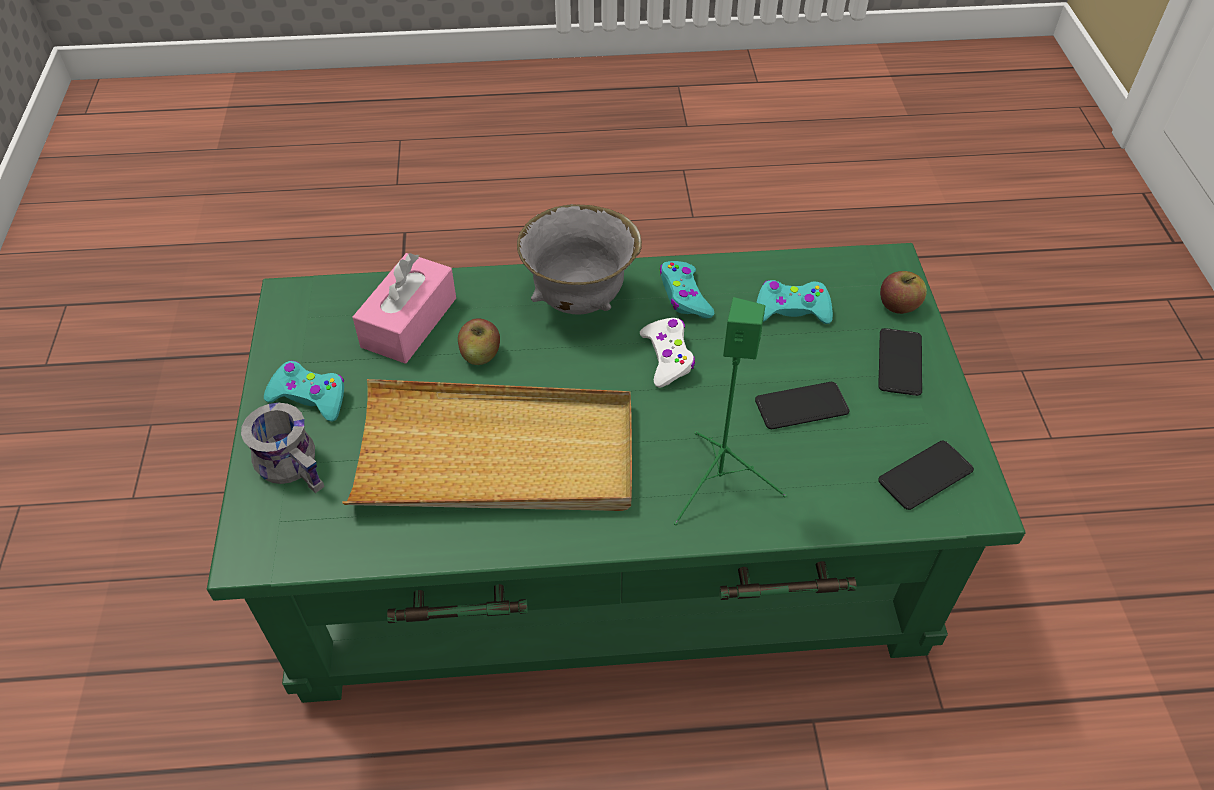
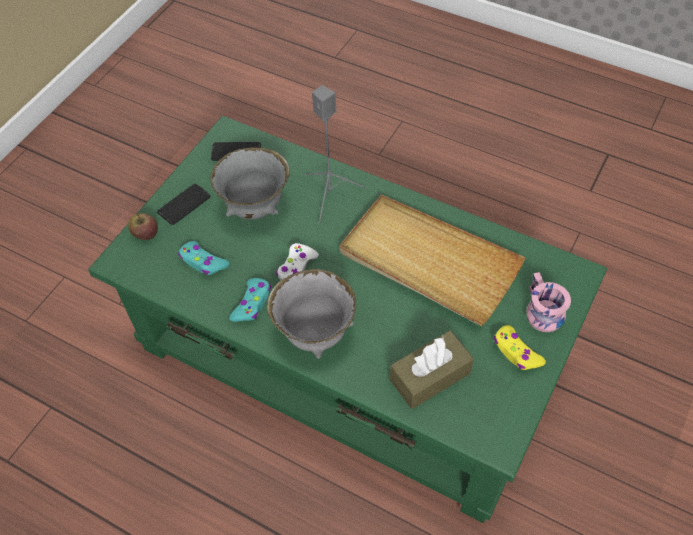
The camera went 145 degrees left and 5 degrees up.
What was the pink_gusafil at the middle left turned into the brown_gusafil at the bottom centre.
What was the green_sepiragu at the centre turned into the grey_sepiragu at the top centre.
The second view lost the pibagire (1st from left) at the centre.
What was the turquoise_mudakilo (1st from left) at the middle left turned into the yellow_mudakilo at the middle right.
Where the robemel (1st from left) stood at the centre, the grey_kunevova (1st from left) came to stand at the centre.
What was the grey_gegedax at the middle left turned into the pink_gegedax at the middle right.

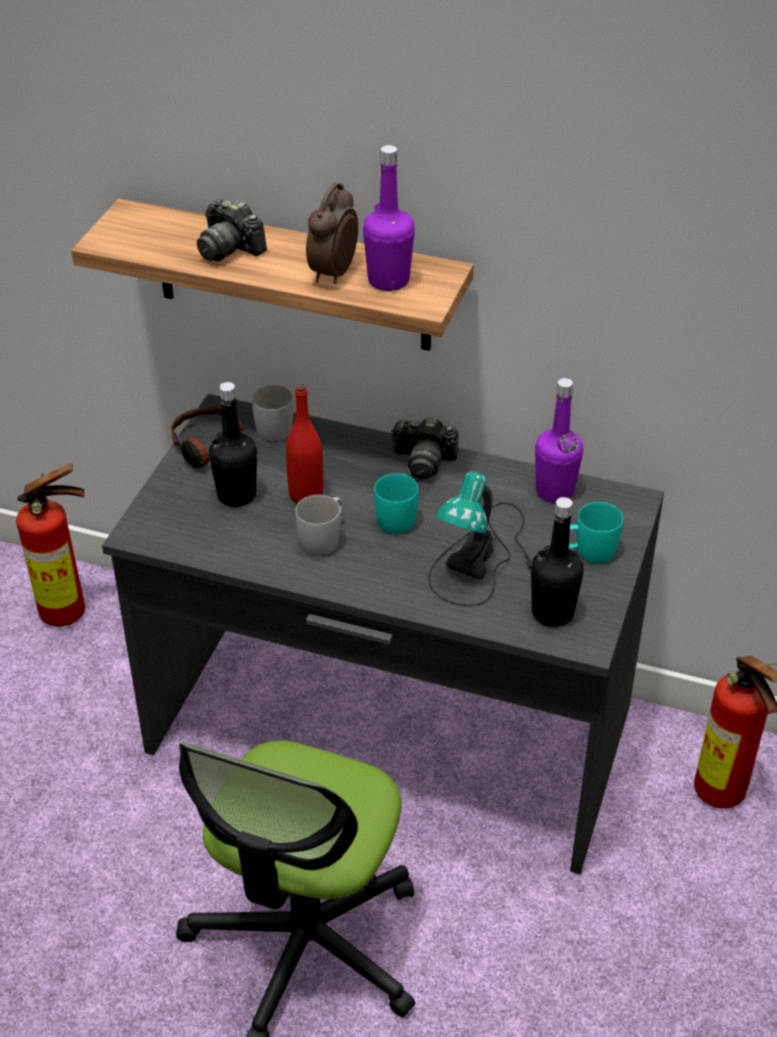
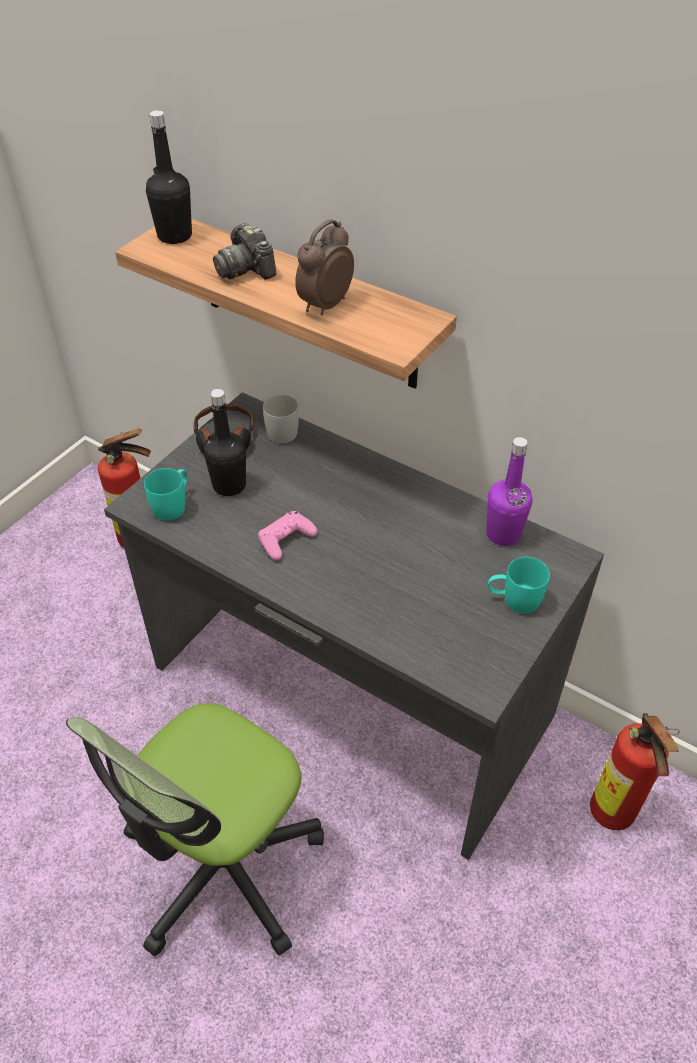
The camera went 15 degrees right and 5 degrees up.
The second view lost the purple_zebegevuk (1st from left) at the top centre.
The second view lost the red_zebegevuk at the centre.
The second view lost the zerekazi (2nd from left) at the centre.
The second view lost the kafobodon at the centre.
The turquoise_gegedax (1st from left) ended up elsewhere, having gone from the centre to the middle left.
Where the white_gegedax (2nd from left) stood at the centre, the pink_mudakilo came to stand at the centre.
The black_zebegevuk (2nd from left in the first image) ended up elsewhere, having gone from the middle right to the top left.

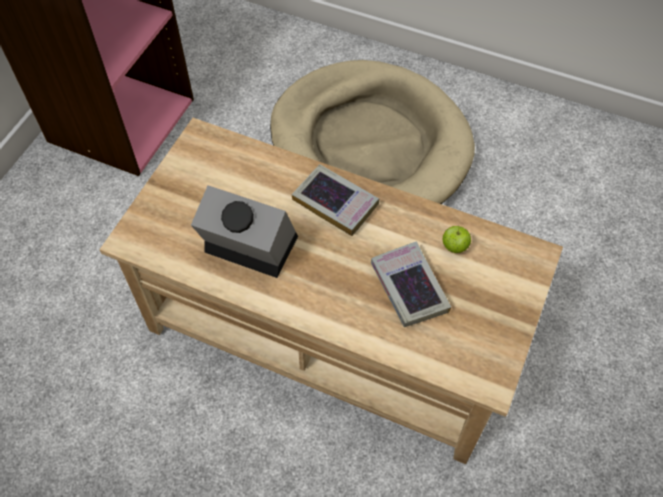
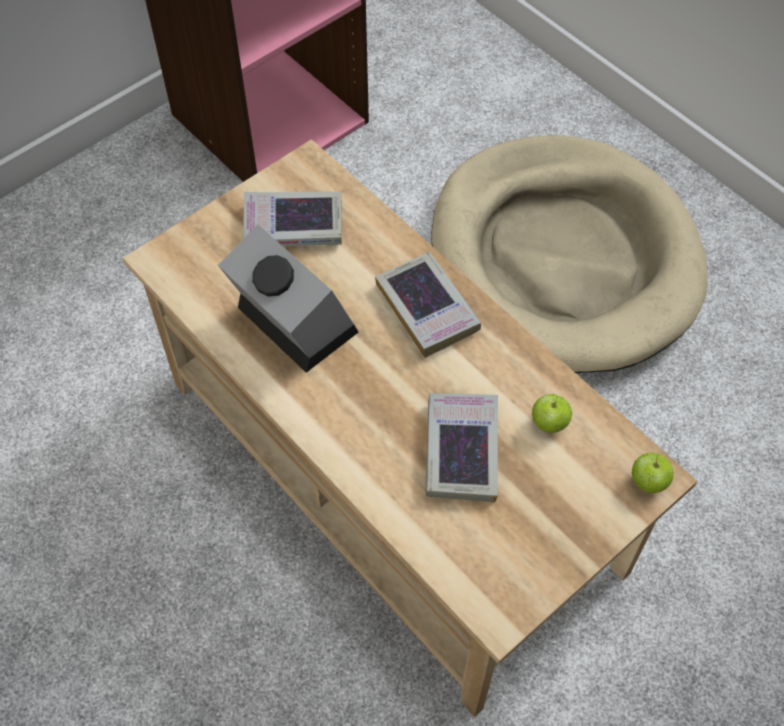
The camera went 25 degrees right and 0 degrees up.
The second view gained the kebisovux (1st from left) at the top centre.
The second view gained the pibagire (2nd from left) at the middle right.

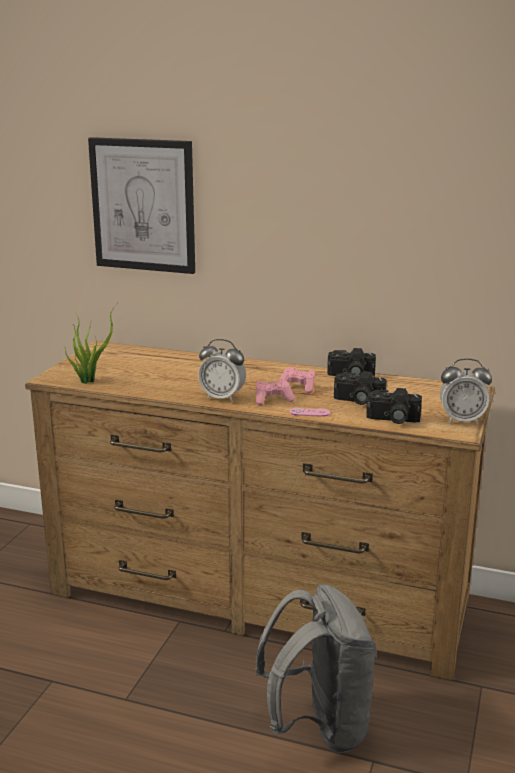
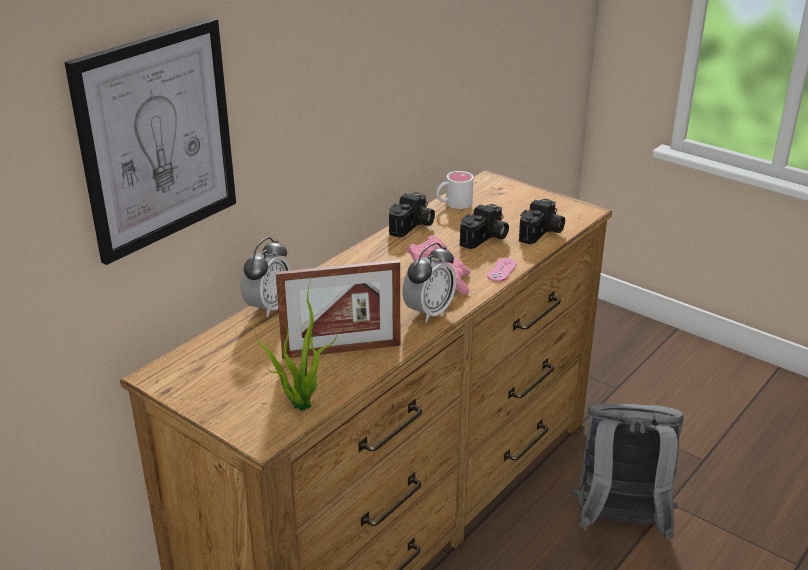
The camera went 70 degrees left and 10 degrees up.
The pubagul (2nd from left in the first image) ended up elsewhere, having gone from the middle right to the middle left.
The second view gained the white_gegedax at the centre.
The second view gained the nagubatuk at the centre.

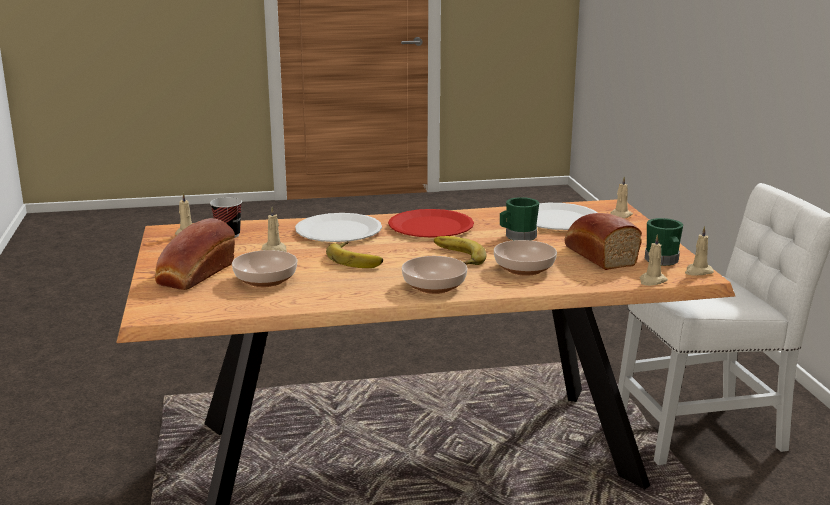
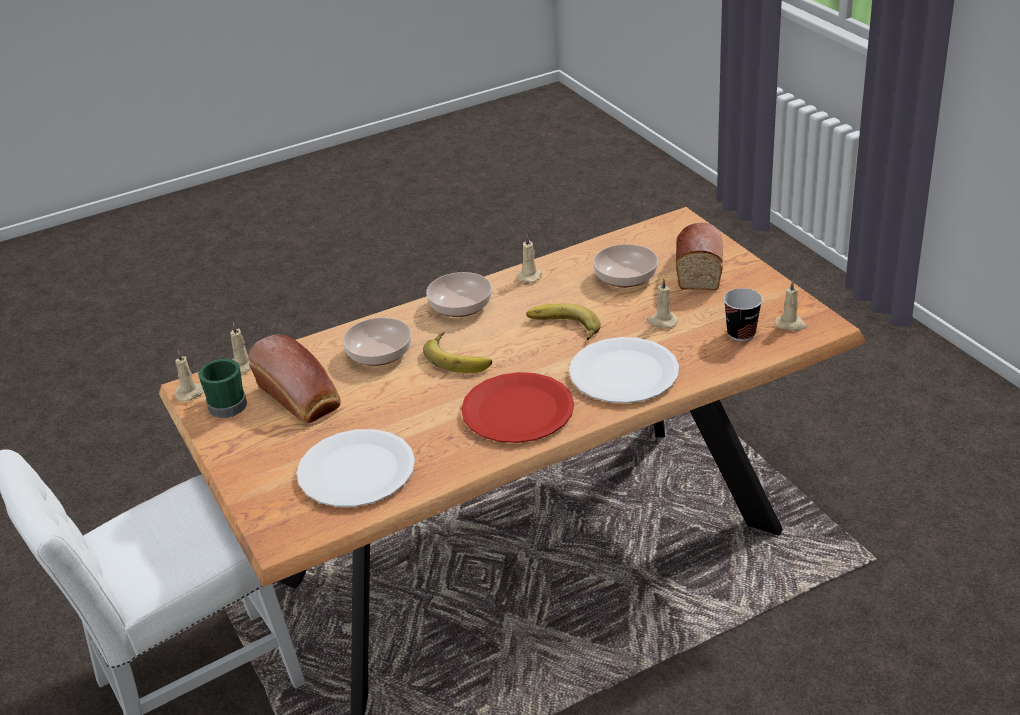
The camera went 165 degrees right and 15 degrees up.
The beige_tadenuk (3rd from left) ended up elsewhere, having gone from the middle right to the centre.
The second view lost the green_gegedax (1st from left) at the centre.

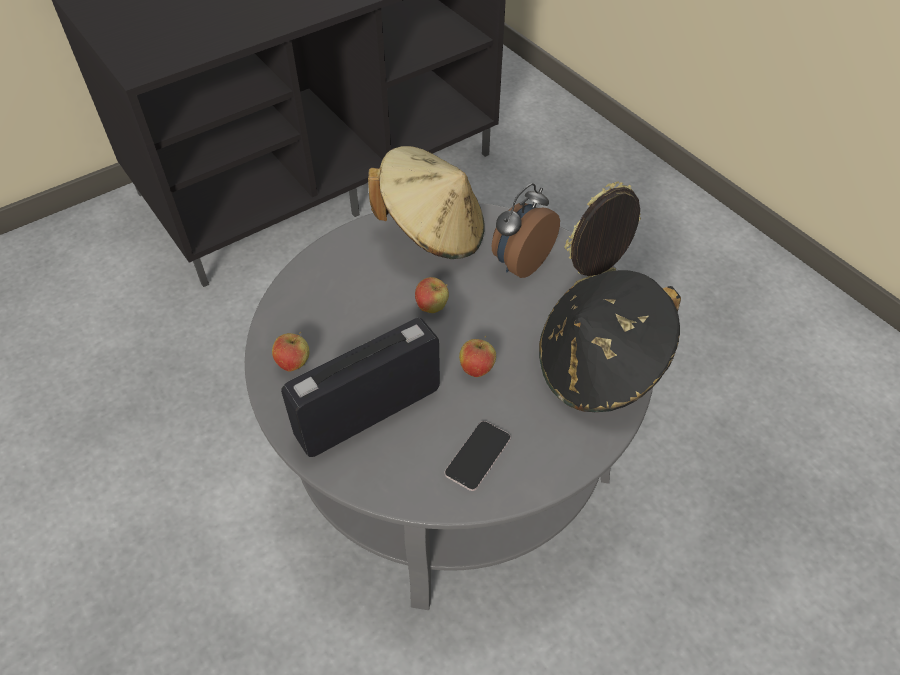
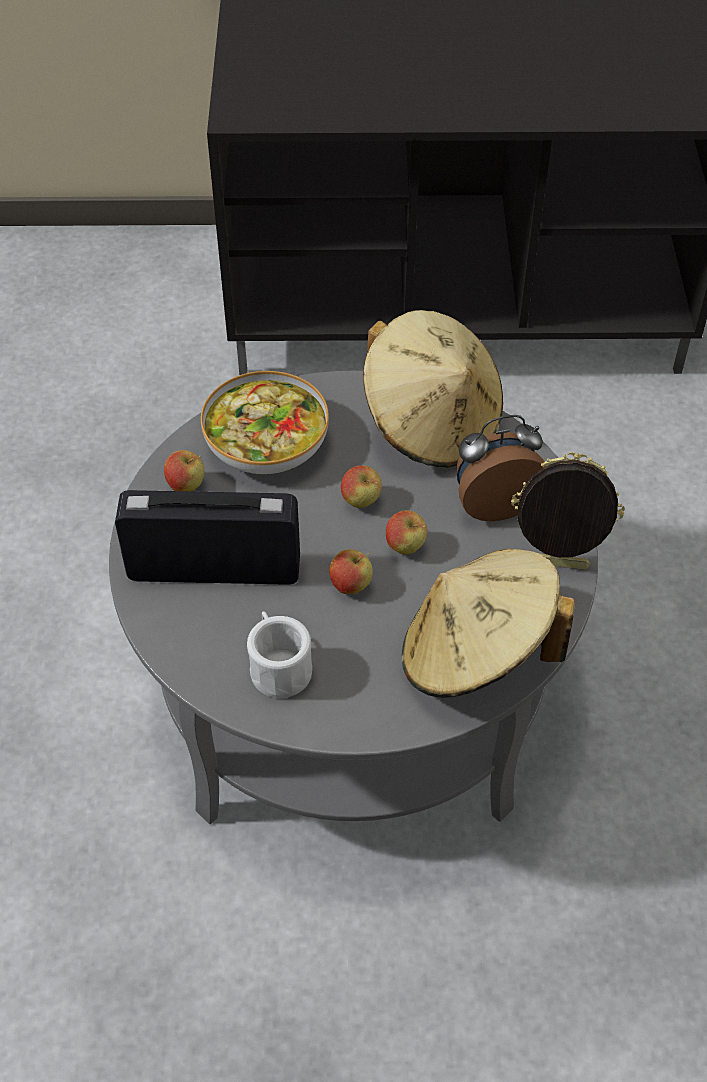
The camera went 35 degrees right and 0 degrees up.
What was the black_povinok at the middle right turned into the beige_povinok (2nd from left) at the middle right.
Where the robemel stood at the bottom centre, the white_gegedax came to stand at the centre.
The second view gained the kunevova at the centre.
The second view gained the pibagire (4th from left) at the centre.

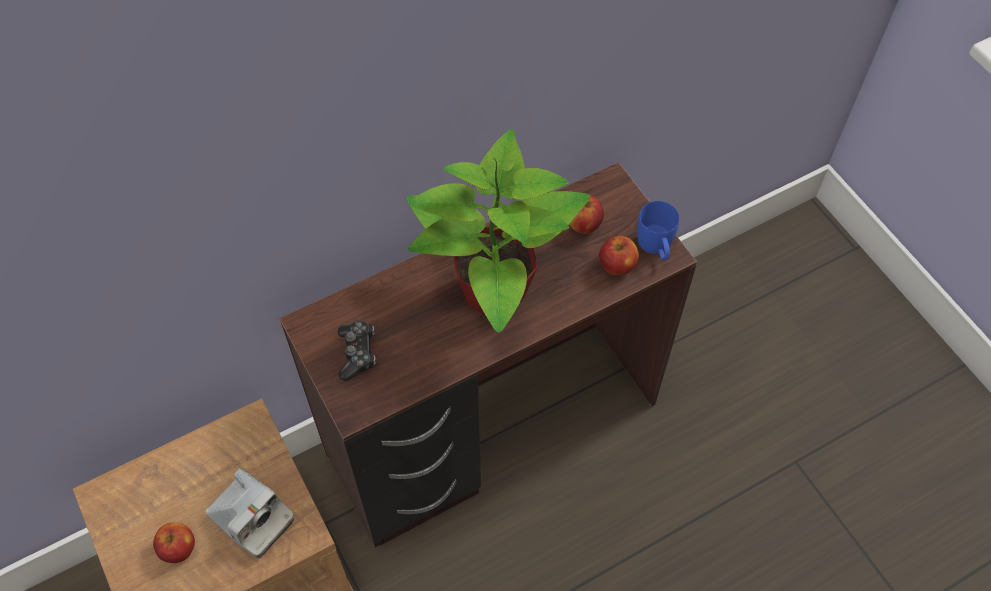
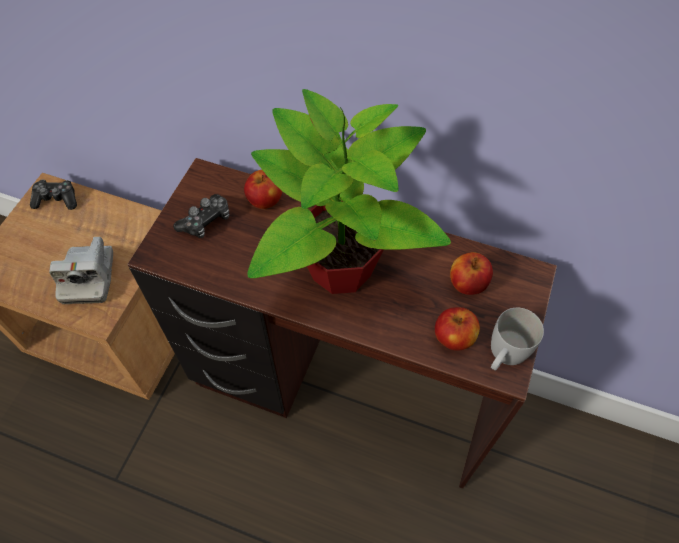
The camera went 50 degrees right and 0 degrees up.
What was the blue_gegedax at the centre turned into the white_gegedax at the middle right.
The pibagire (1st from left) ended up elsewhere, having gone from the bottom left to the centre.
The second view gained the mudakilo (1st from left) at the middle left.

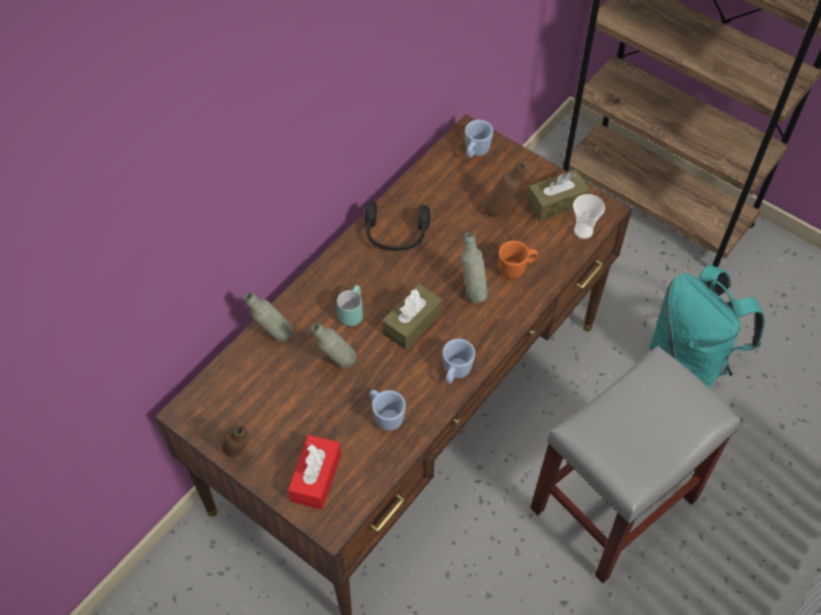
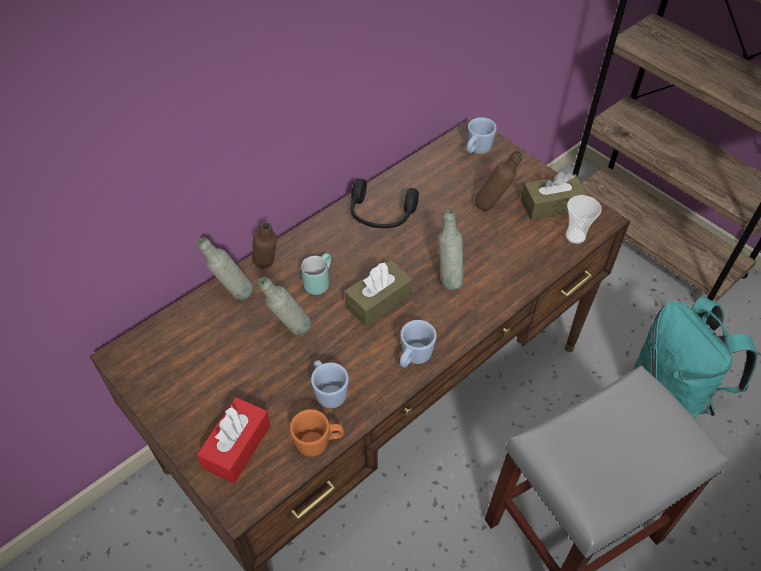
The camera went 10 degrees right and 5 degrees down.
The orange_gegedax ended up elsewhere, having gone from the centre to the bottom centre.
The brown_zebegevuk (1st from left) ended up elsewhere, having gone from the bottom left to the centre.

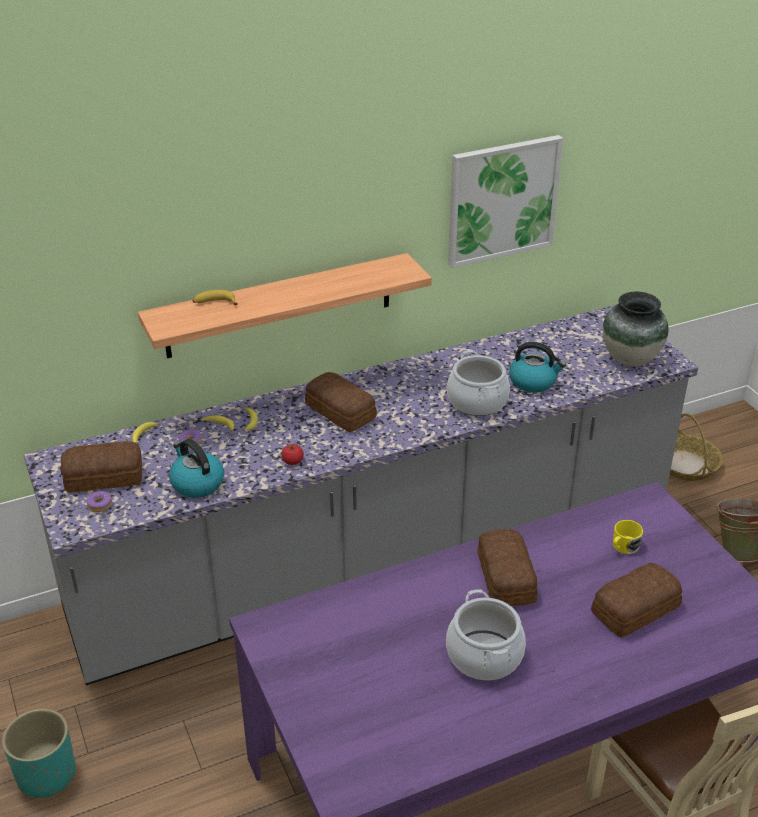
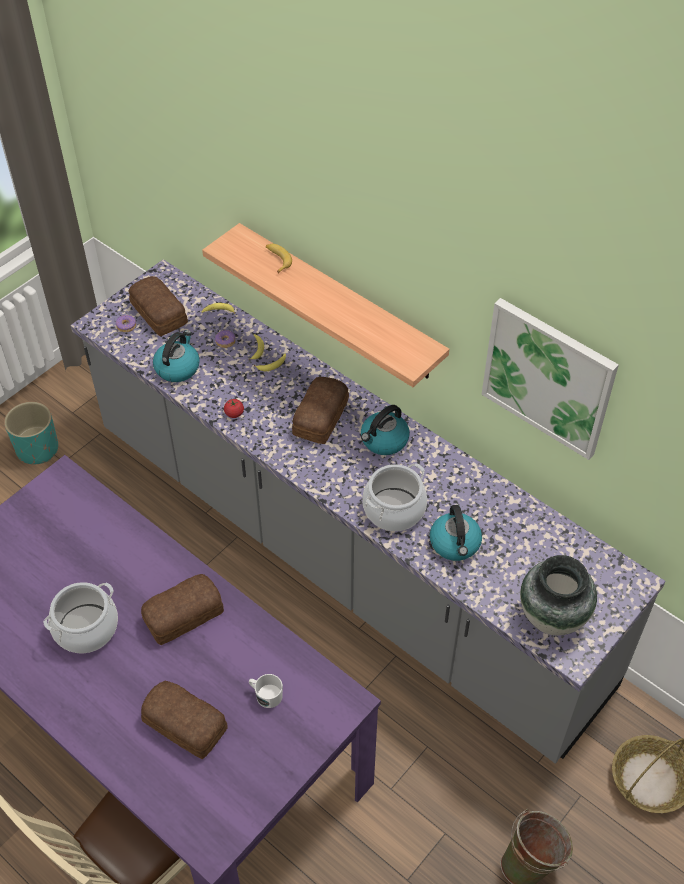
The camera went 65 degrees right and 15 degrees up.
What was the yellow_gegedax at the middle right turned into the white_gegedax at the bottom centre.
The second view gained the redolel (2nd from left) at the centre.

